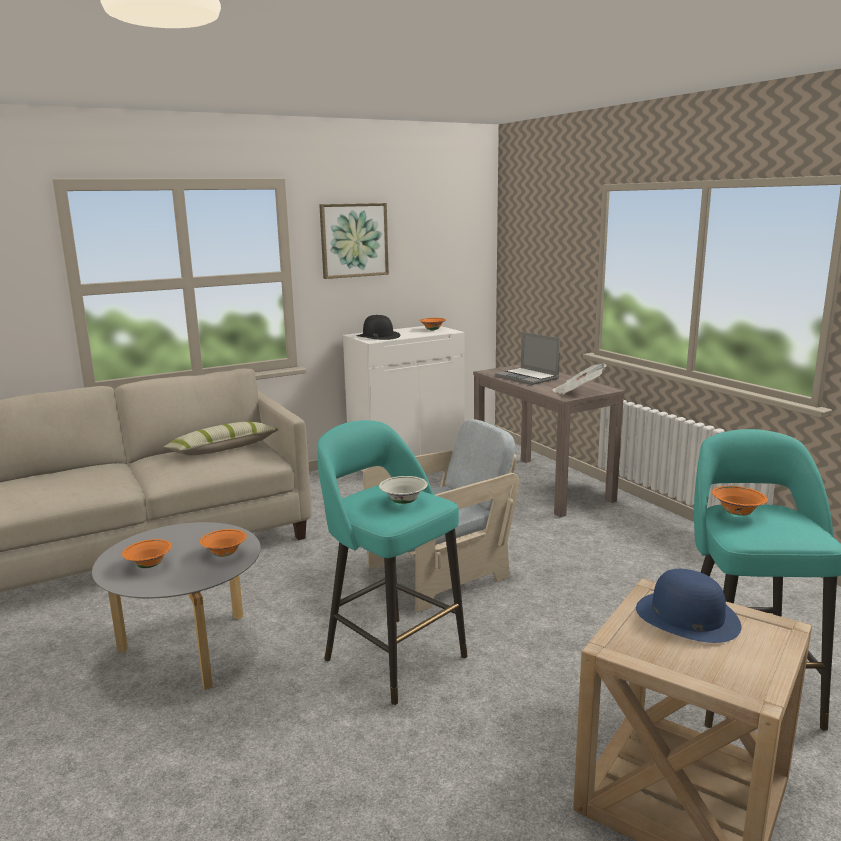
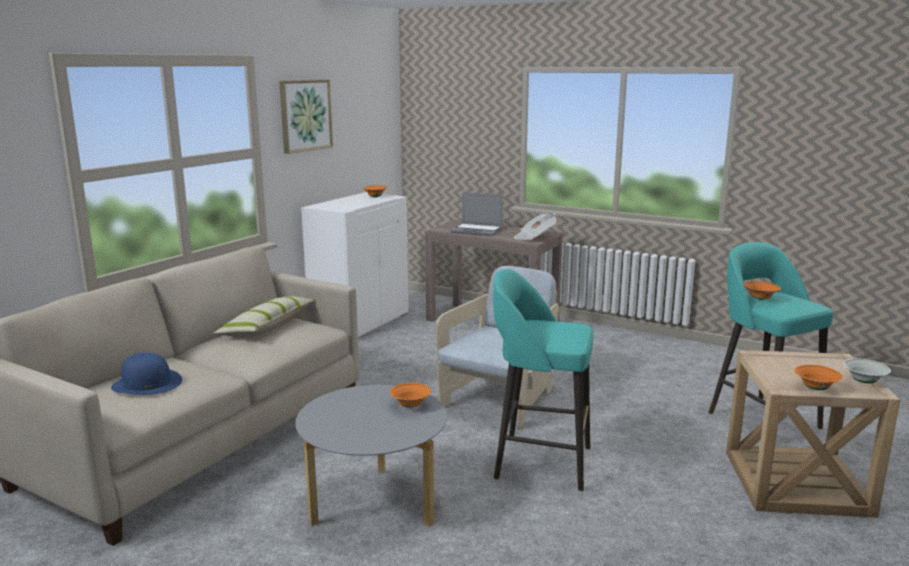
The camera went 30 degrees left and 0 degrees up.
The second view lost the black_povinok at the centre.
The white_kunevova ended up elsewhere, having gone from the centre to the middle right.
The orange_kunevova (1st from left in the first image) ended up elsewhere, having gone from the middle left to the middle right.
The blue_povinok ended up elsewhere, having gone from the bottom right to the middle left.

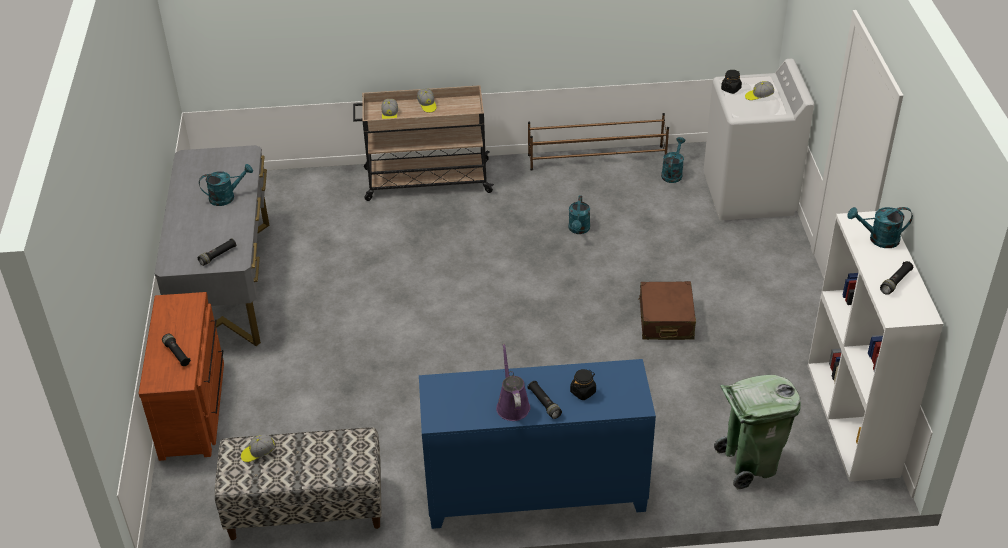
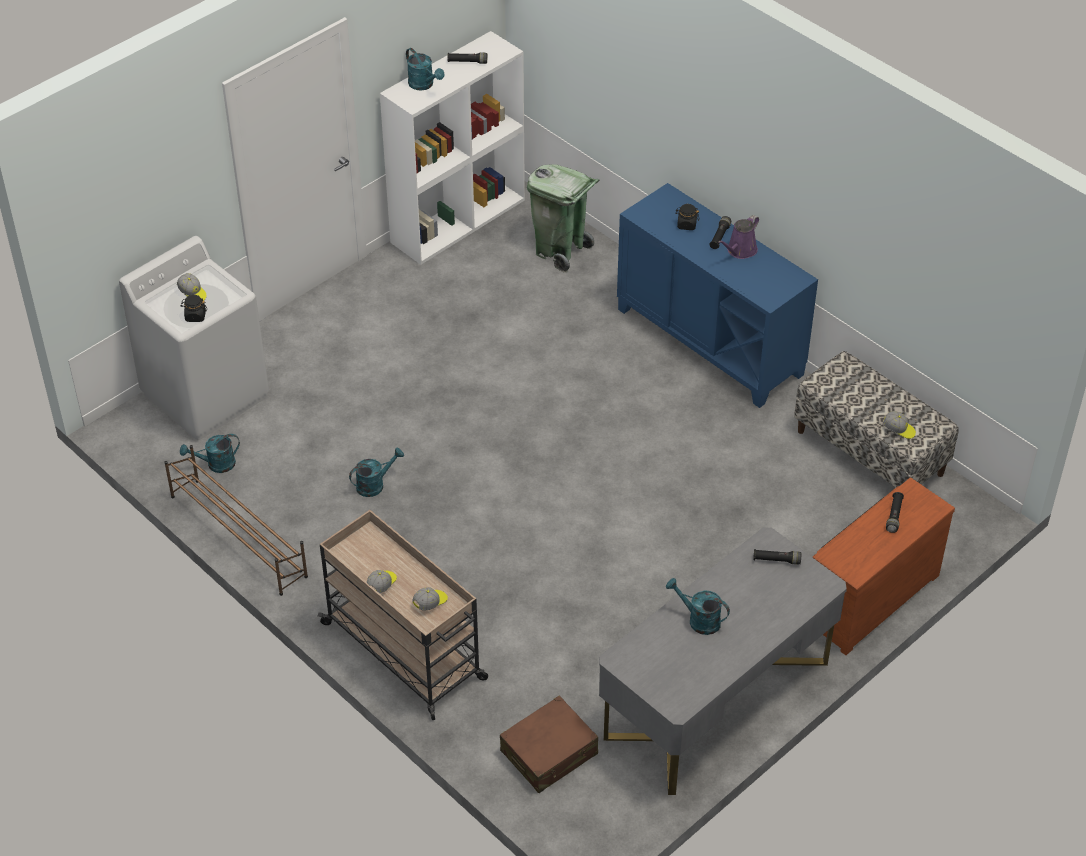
The camera went 130 degrees left and 5 degrees up.
The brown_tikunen ended up elsewhere, having gone from the centre to the bottom centre.

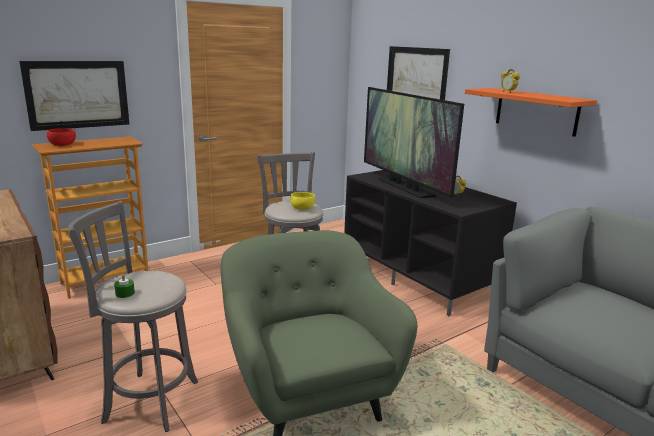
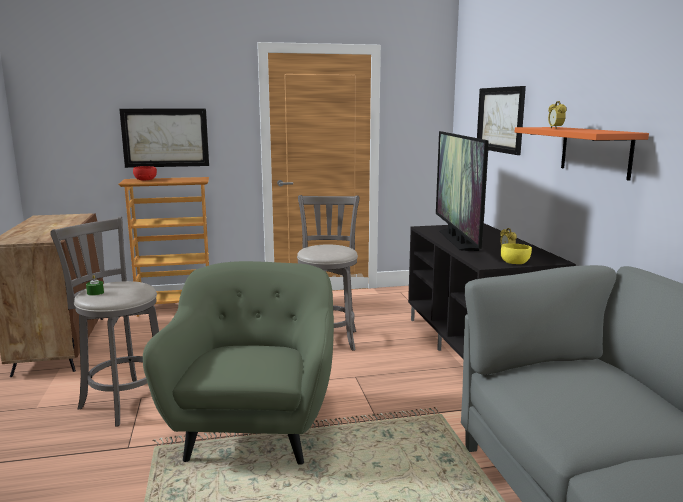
The camera went 25 degrees right and 5 degrees down.
The yellow_kunevova ended up elsewhere, having gone from the centre to the middle right.

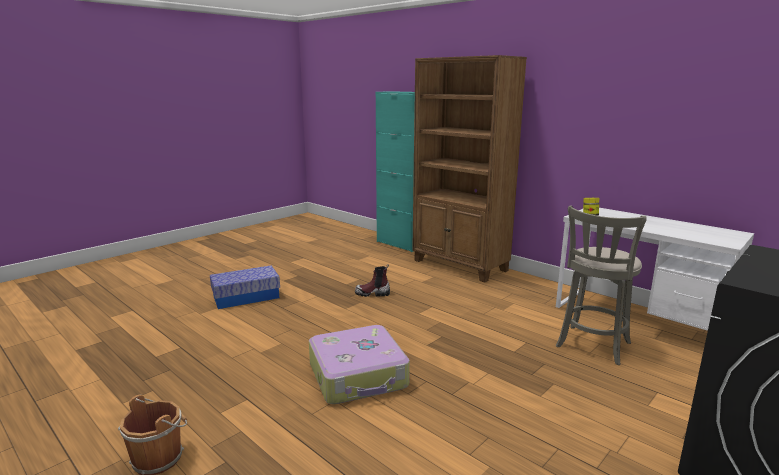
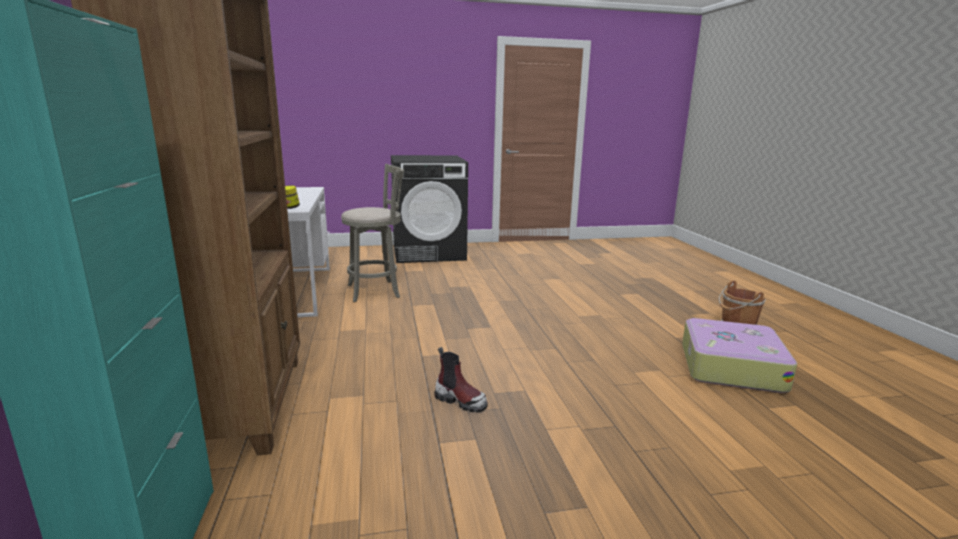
The camera went 145 degrees left and 0 degrees up.
The second view lost the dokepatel at the middle left.
The tikunen ended up elsewhere, having gone from the bottom centre to the middle right.

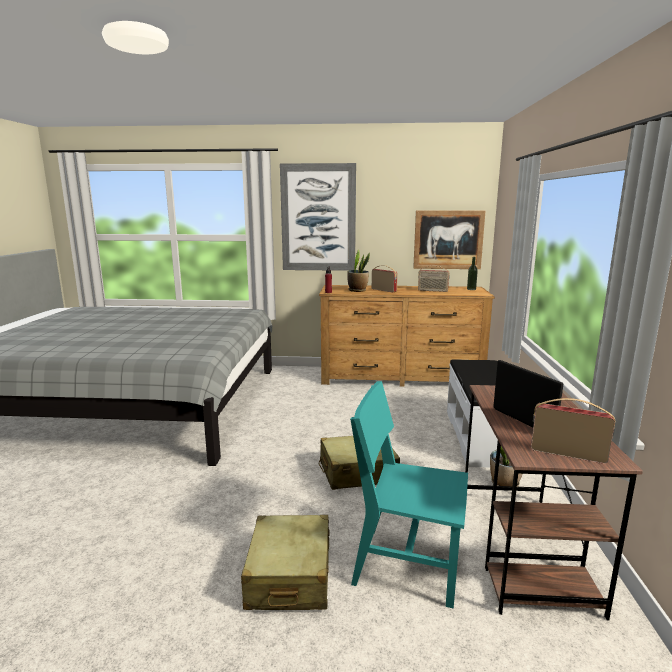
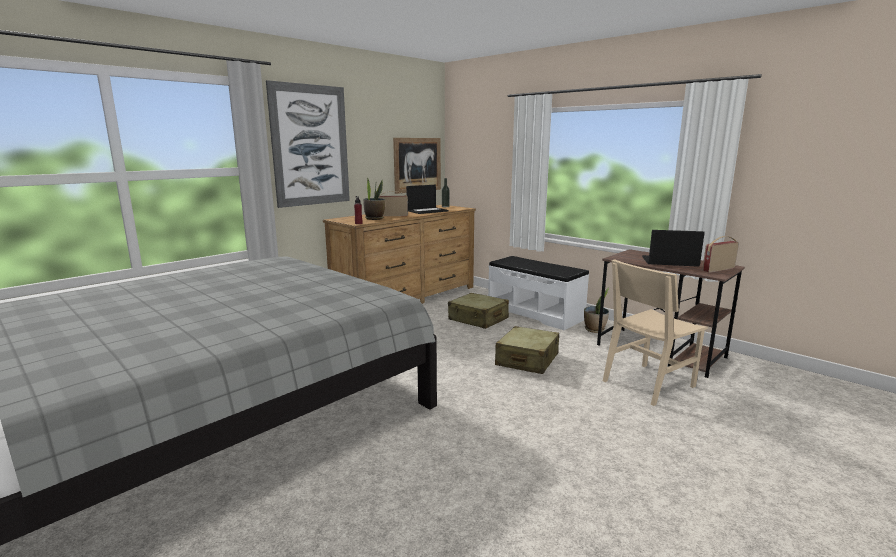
The camera went 50 degrees left and 0 degrees up.
Where the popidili (2nd from left) stood at the centre, the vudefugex (1st from left) came to stand at the centre.
What was the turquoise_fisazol at the bottom centre turned into the beige_fisazol at the middle right.
The beige_tikunen (1st from left) ended up elsewhere, having gone from the bottom centre to the centre.

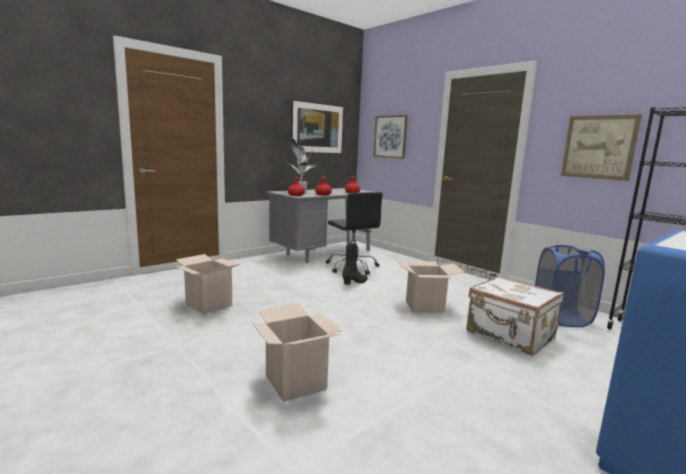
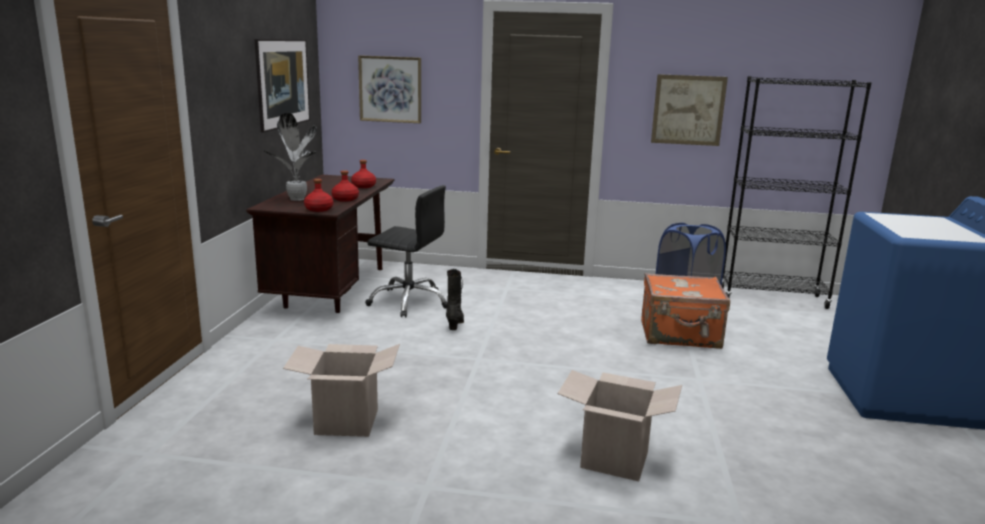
The camera went 40 degrees left and 5 degrees up.
What was the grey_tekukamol at the centre turned into the brown_tekukamol at the middle left.
The second view lost the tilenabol (3rd from left) at the centre.
What was the white_tikunen at the bottom right turned into the orange_tikunen at the middle right.

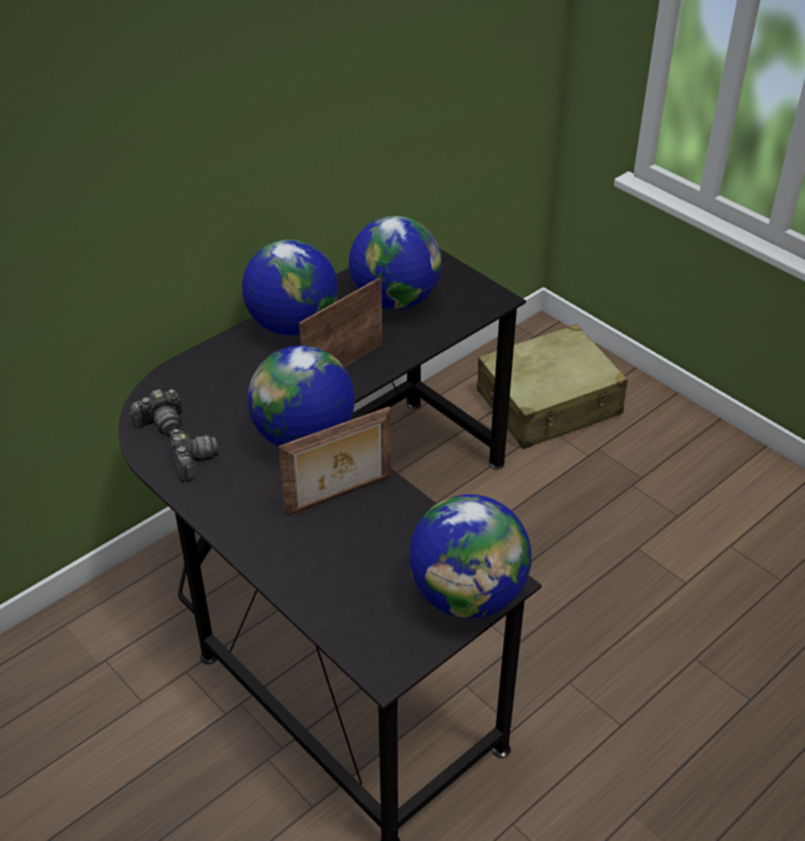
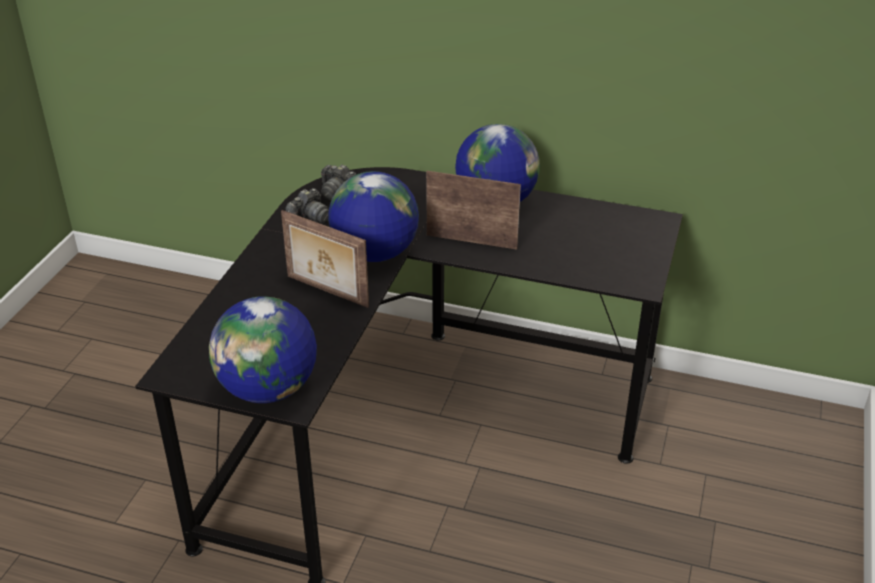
The camera went 60 degrees right and 5 degrees down.
The second view lost the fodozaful (3rd from left) at the top centre.
The second view lost the beige_tikunen at the middle right.

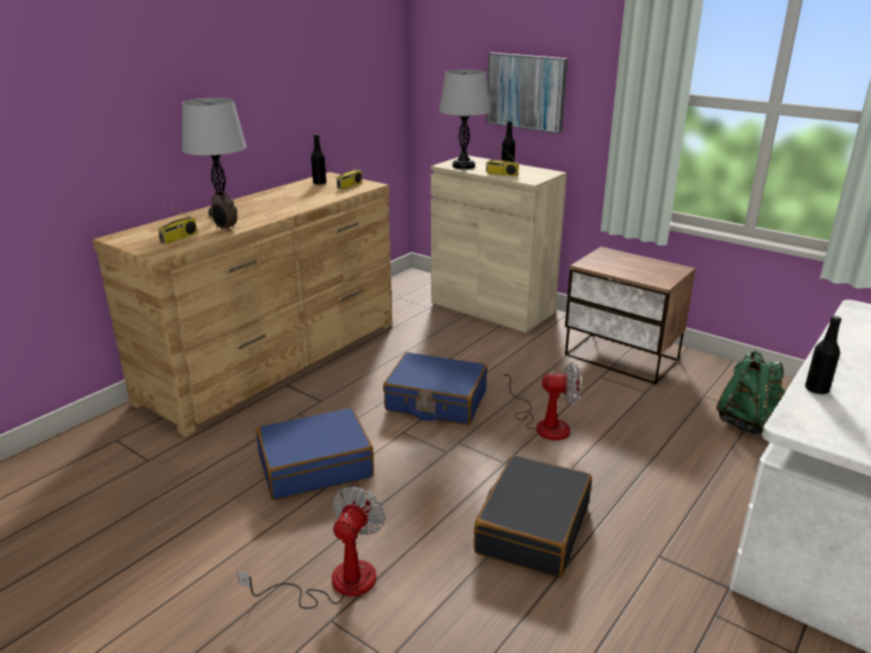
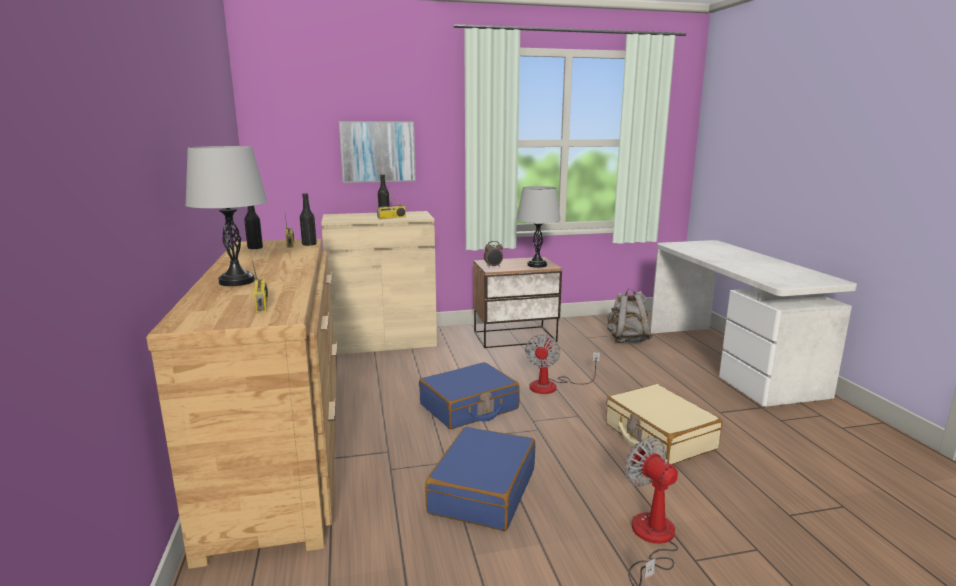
The camera went 50 degrees left and 10 degrees down.
The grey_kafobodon (2nd from left) ended up elsewhere, having gone from the top centre to the centre.
The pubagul ended up elsewhere, having gone from the top left to the centre.
The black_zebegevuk (3rd from left in the first image) ended up elsewhere, having gone from the middle right to the middle left.
What was the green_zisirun at the middle right turned into the grey_zisirun at the centre.
The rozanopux (2nd from left in the first image) at the centre ended up facing another way, 150 degrees clockwise from before.
What was the black_tikunen at the bottom centre turned into the beige_tikunen at the bottom right.

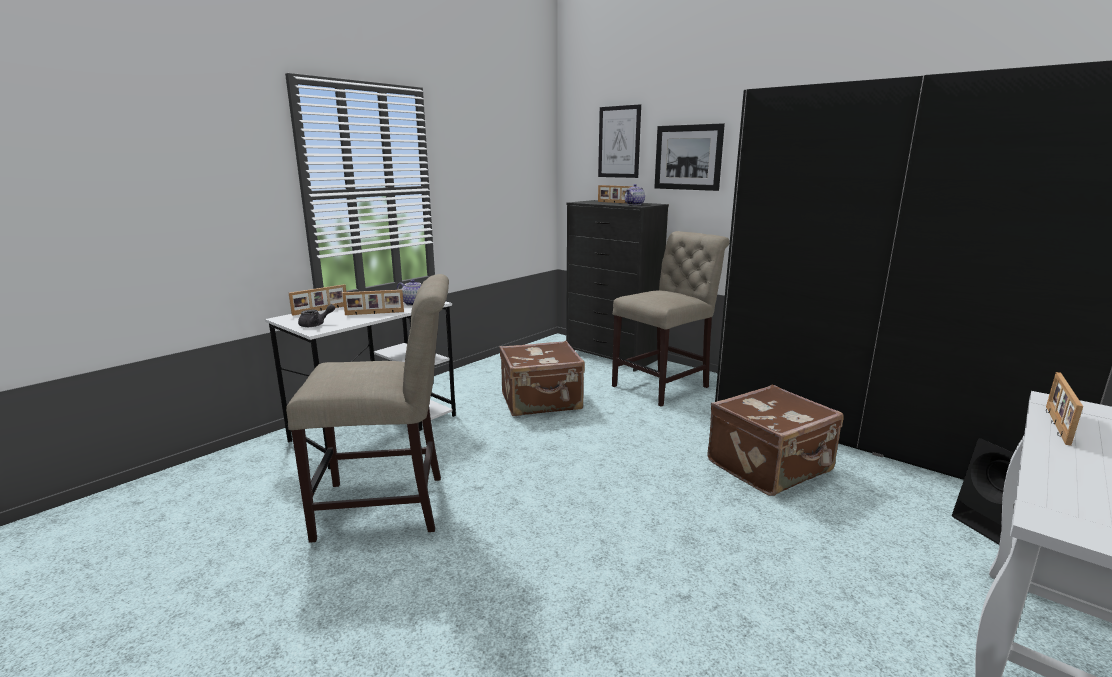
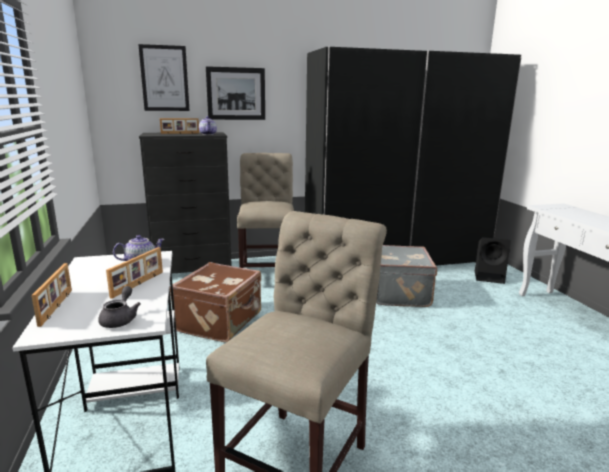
The camera went 55 degrees left and 0 degrees up.
The second view lost the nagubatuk (4th from left) at the middle right.
What was the brown_tikunen (2nd from left) at the middle right turned into the grey_tikunen at the middle right.

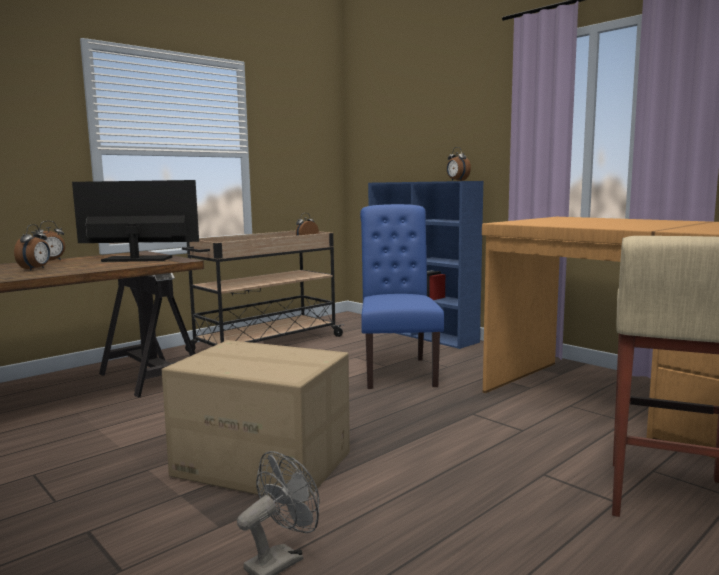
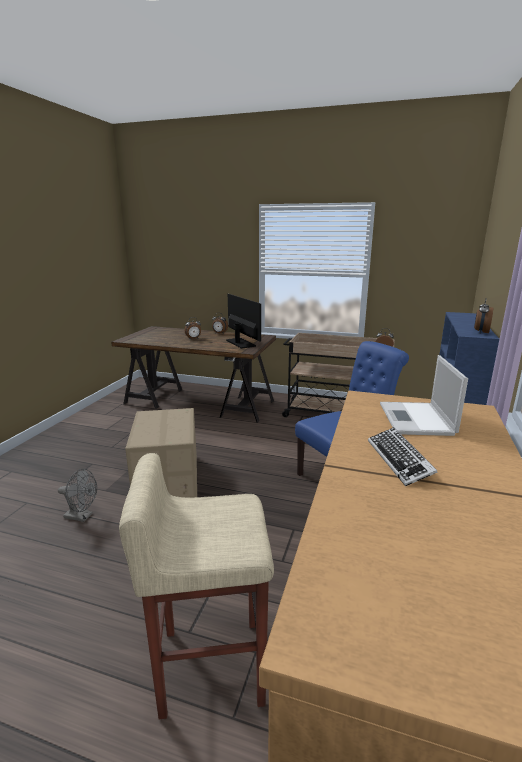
The camera went 60 degrees right and 10 degrees up.
The second view gained the vudefugex at the middle right.
The second view gained the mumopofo at the middle right.

